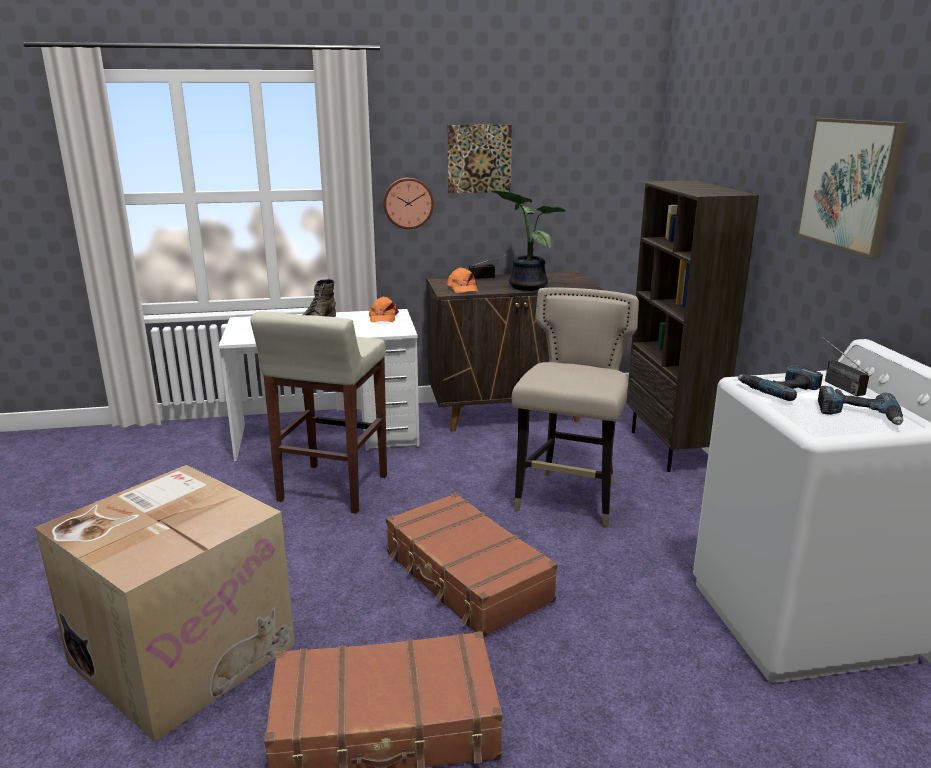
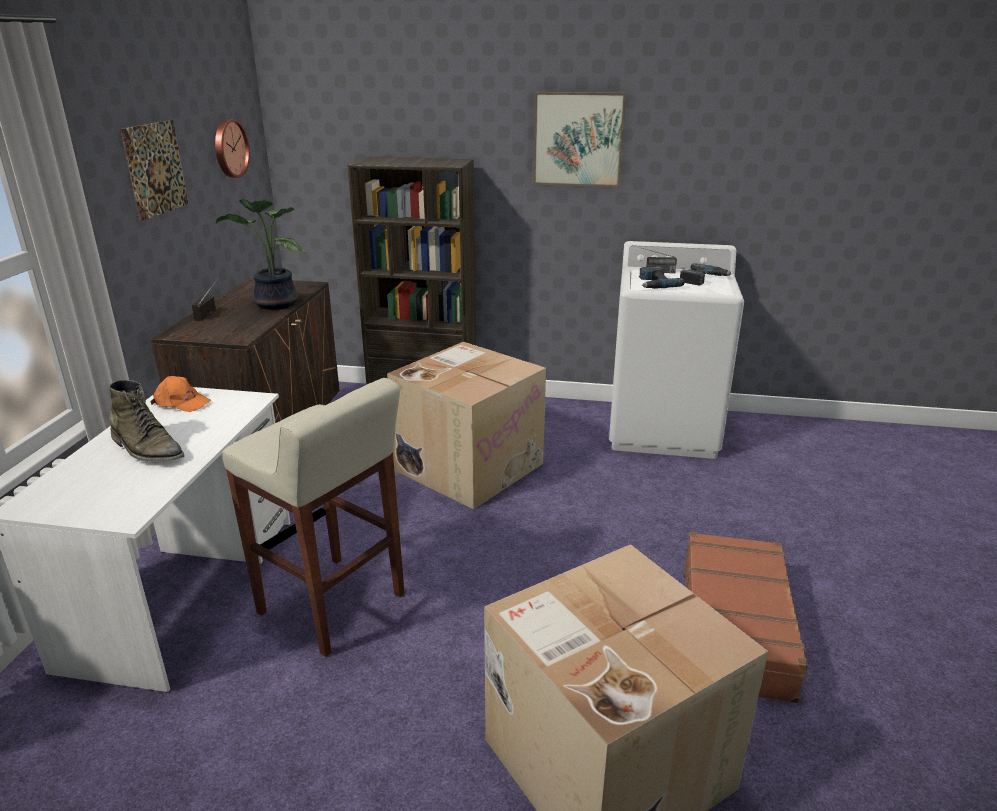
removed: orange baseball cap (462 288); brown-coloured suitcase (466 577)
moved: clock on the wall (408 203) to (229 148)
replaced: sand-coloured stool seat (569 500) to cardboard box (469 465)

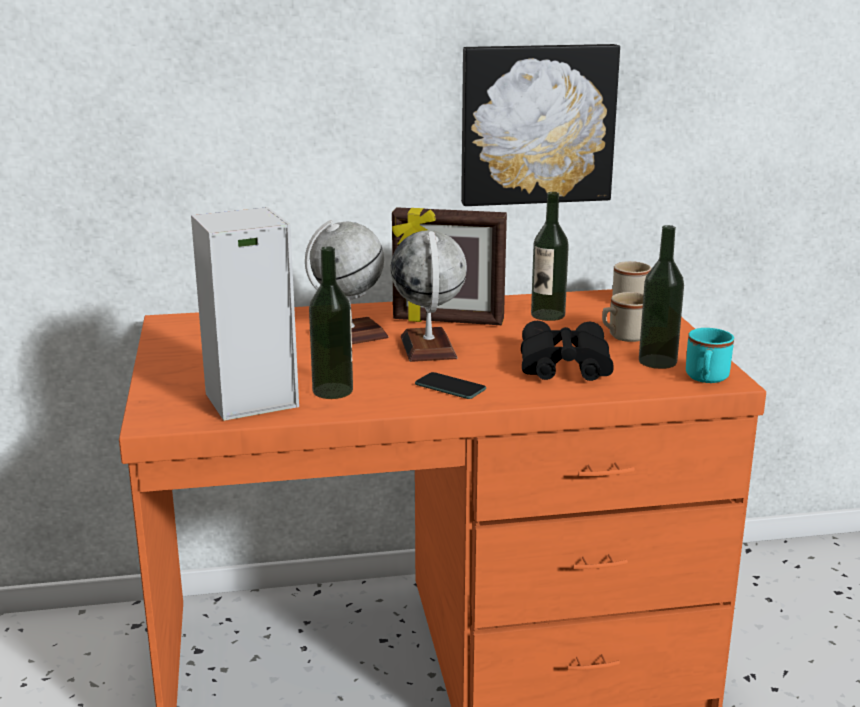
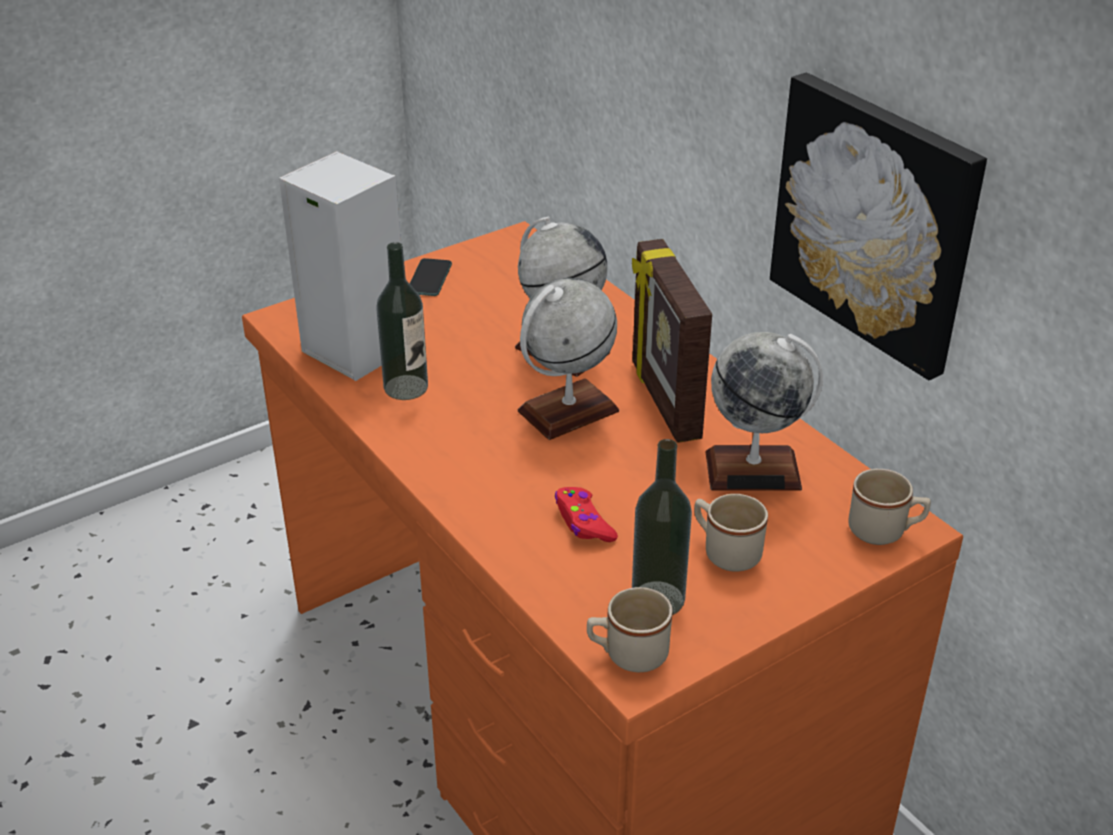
moved: telephone (450 387) to (429 278)
replaced: drink bottle (548 315) to desk globe (753 470); blackish pair of binoculars (562 366) to reddish joypad (583 522)
recoloured: turquoise-coloured tea mug (706 379) to sand-coloured tea mug (627 654)

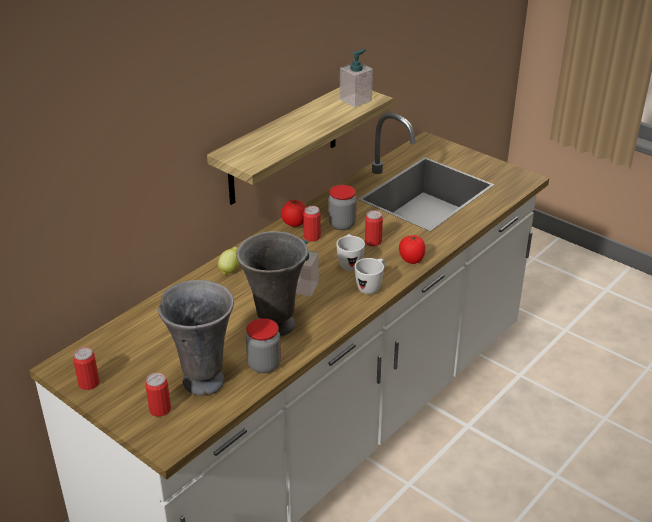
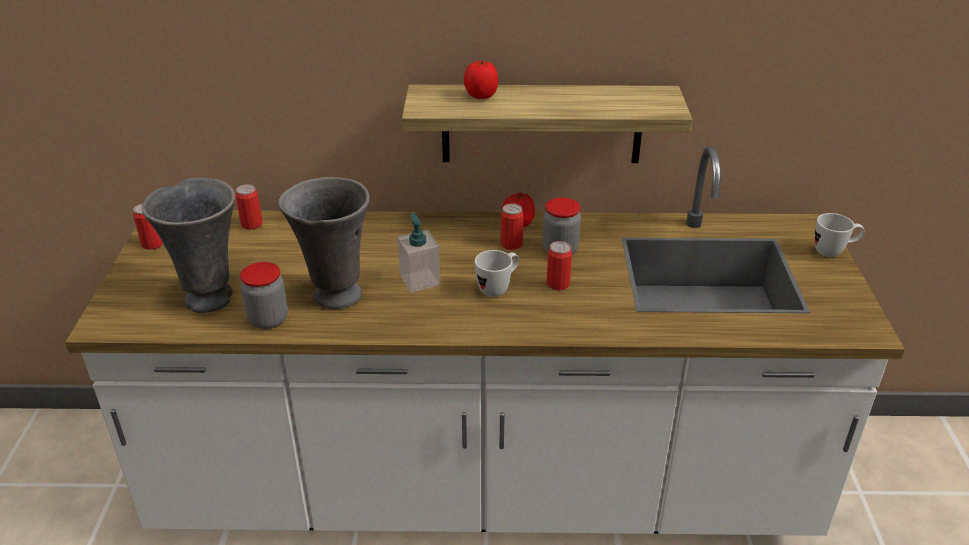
removed: soap bottle (355 100); citrus fruit (230 270)
moved: fresh tomato (411 260) to (481 96); white tea mug (371 287) to (834 252); sealed can (160 409) to (252 224)

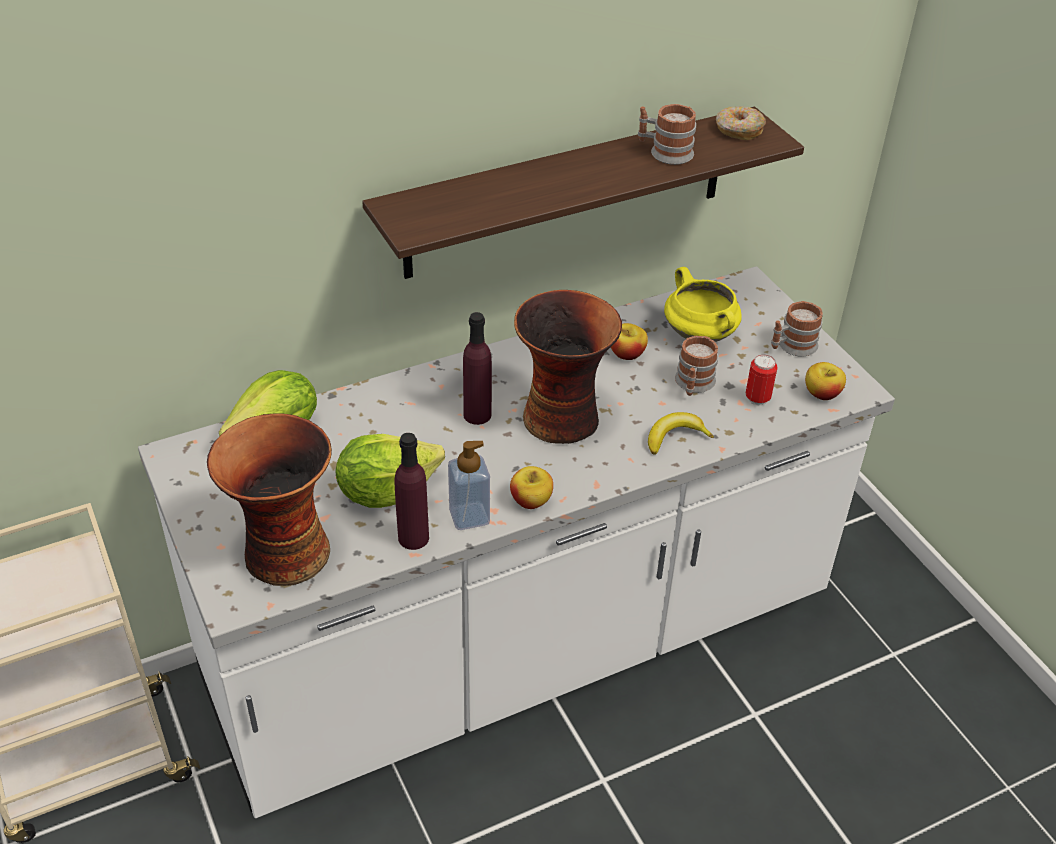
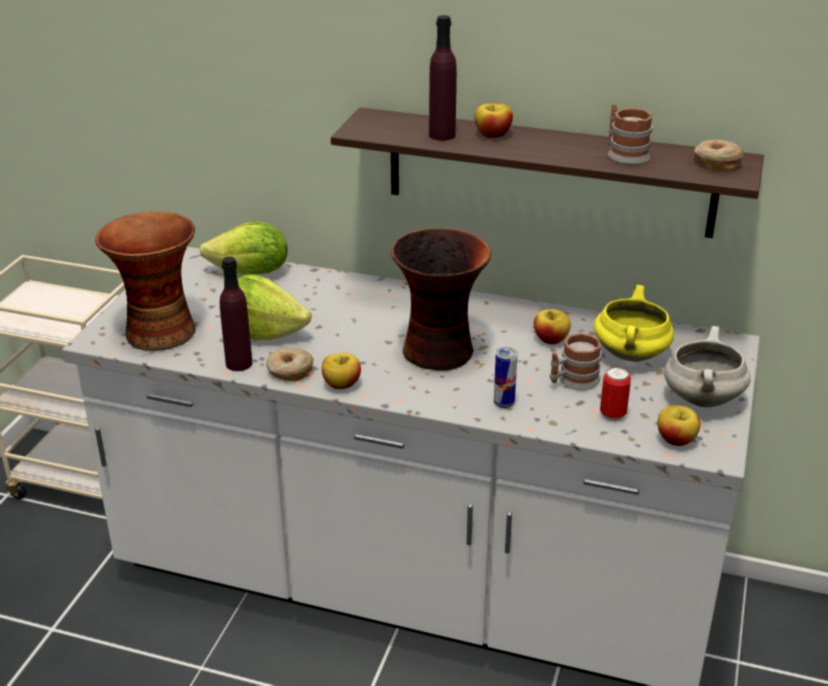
added: whole apple (493 134)
moved: purplish drink bottle (477 415) to (442 135)
replaced: tea mug (792 346) to white cooking pot (701 398); whole banana (675 437) to sealed can (504 404); soap bottle (469 516) to ring doughnut (289 371)

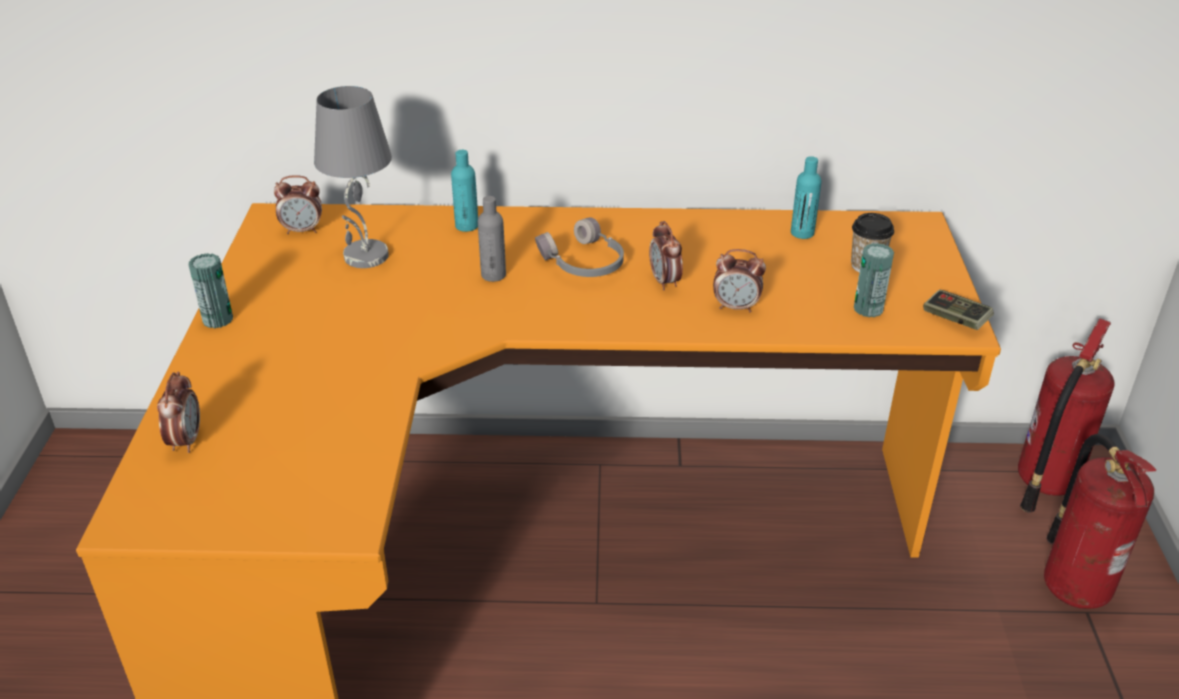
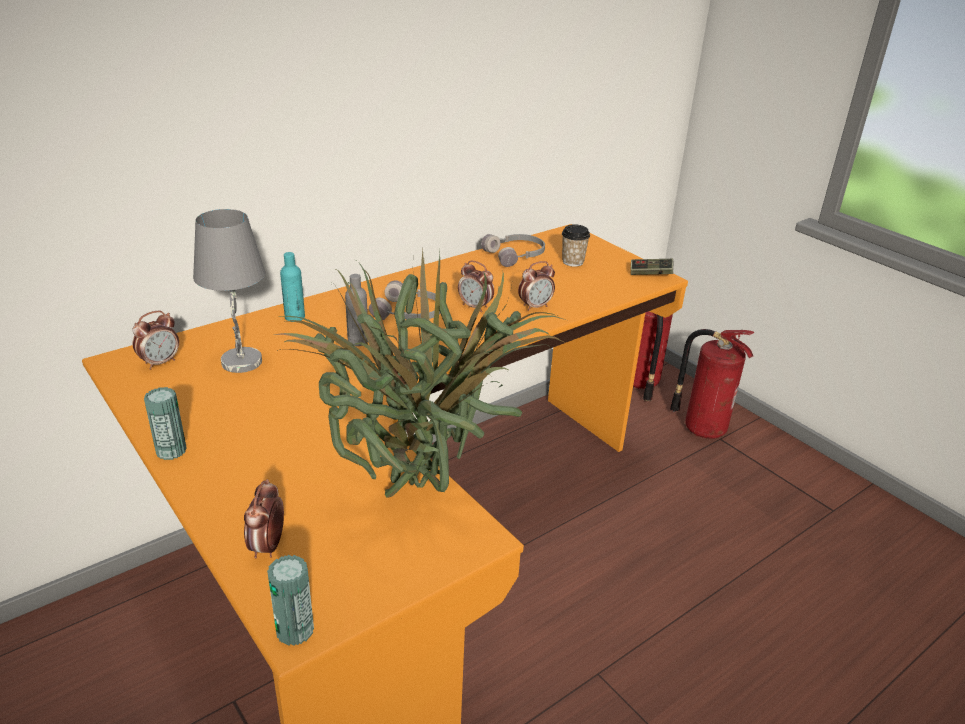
added: potted plant (423 491)
moved: sealed can (868 309) to (295 630)
replaced: turquoise-coloured drink bottle (802 233) to grey headphones (516 255)
turned: bedside clock (186 441) = (268 547) 135 degrees counterclockwise

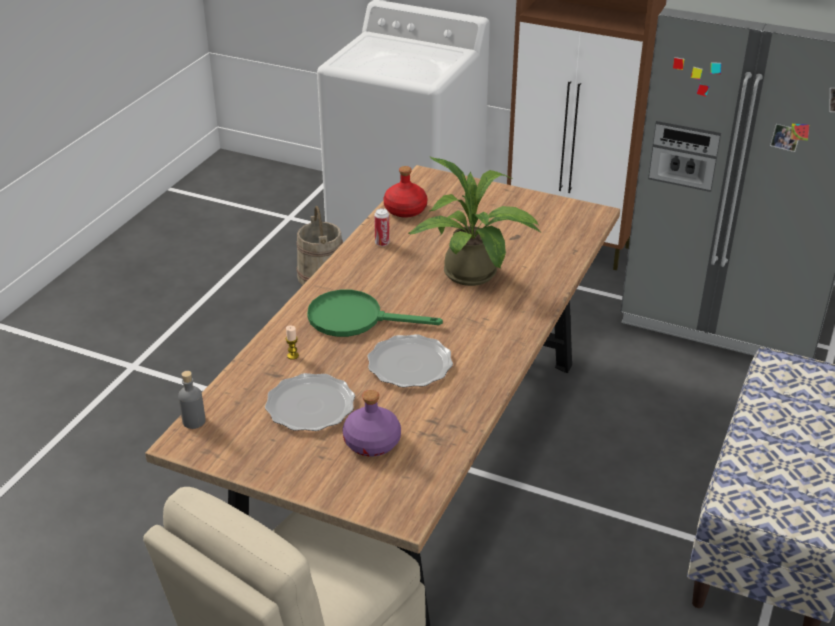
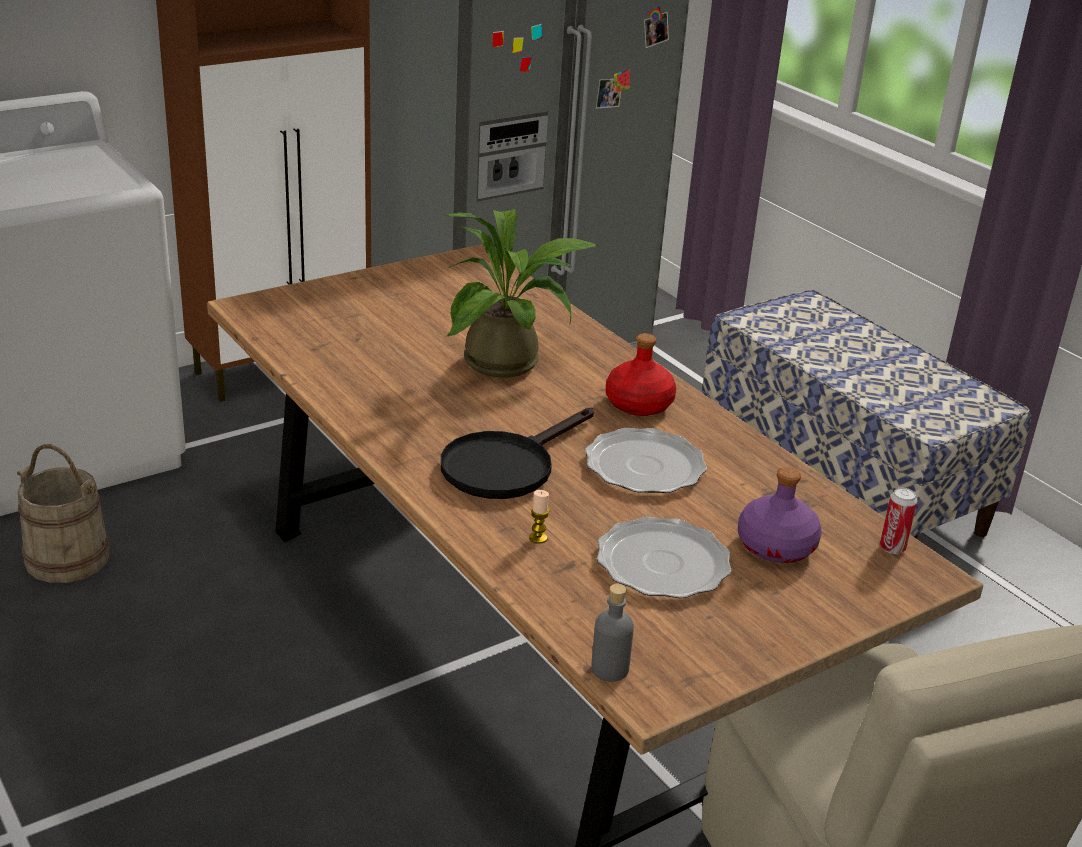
moved: reddish drink bottle (404 210) to (638 404); sealed can (382 243) to (892 548)
recoloured: greenish pan (356 318) to blackish pan (507 465)

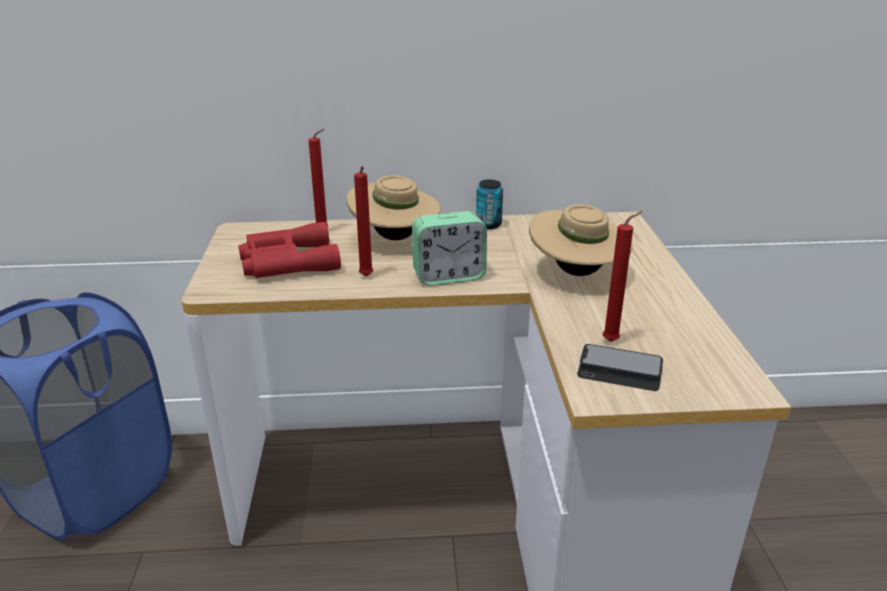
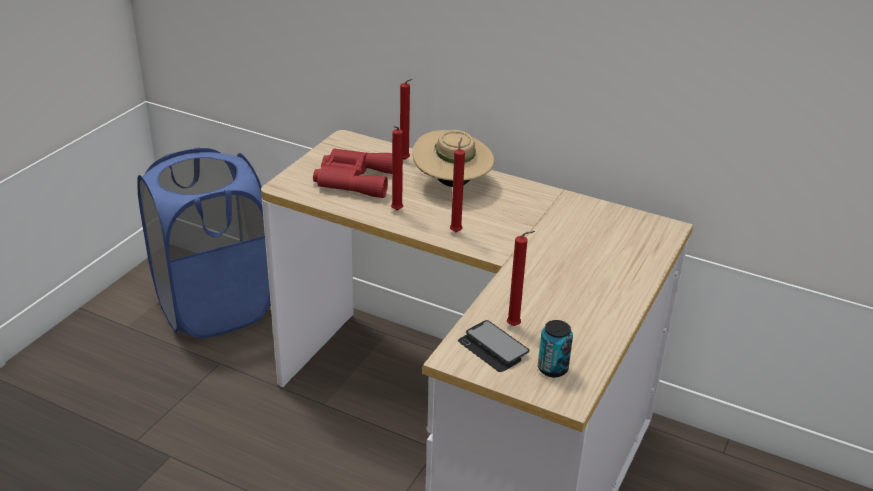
removed: sand-coloured wearable hat (576 273)
moved: sealed can (488 225) to (552 368)
replaced: bedside clock (449 276) to reddish wax light (456 231)

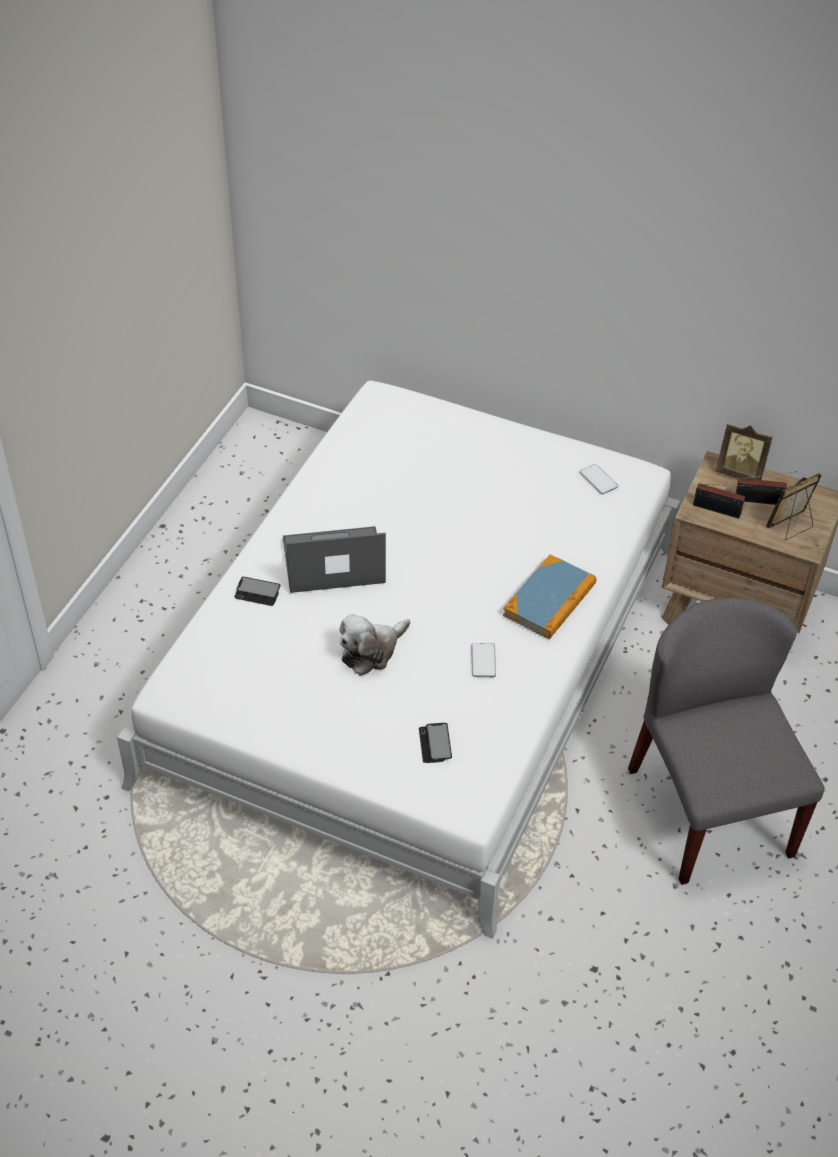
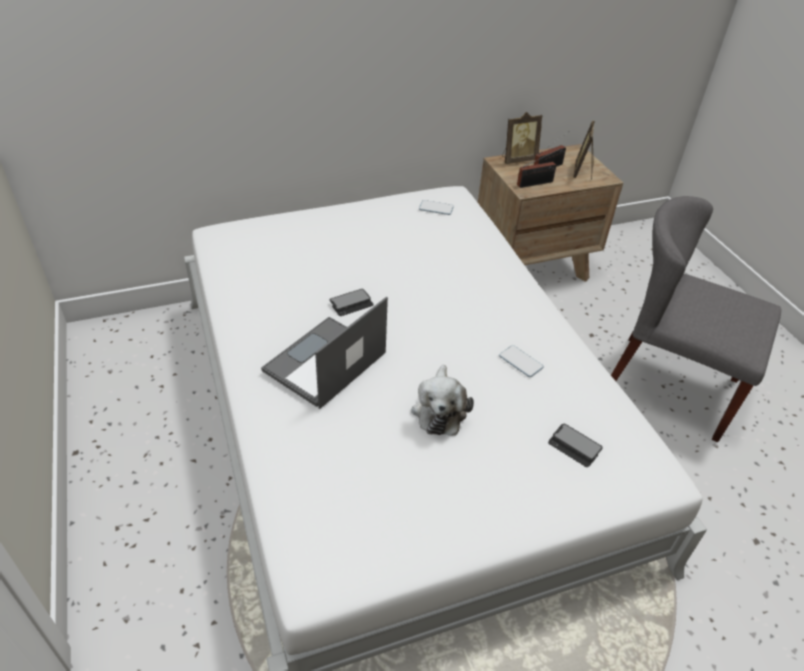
removed: book (549 600)
moved: telephone (257 592) to (351 303)

